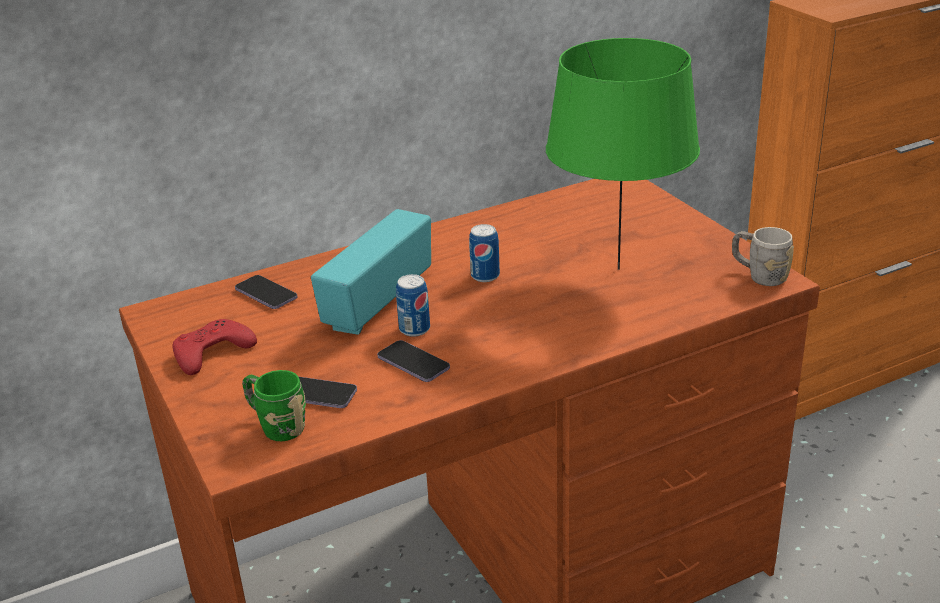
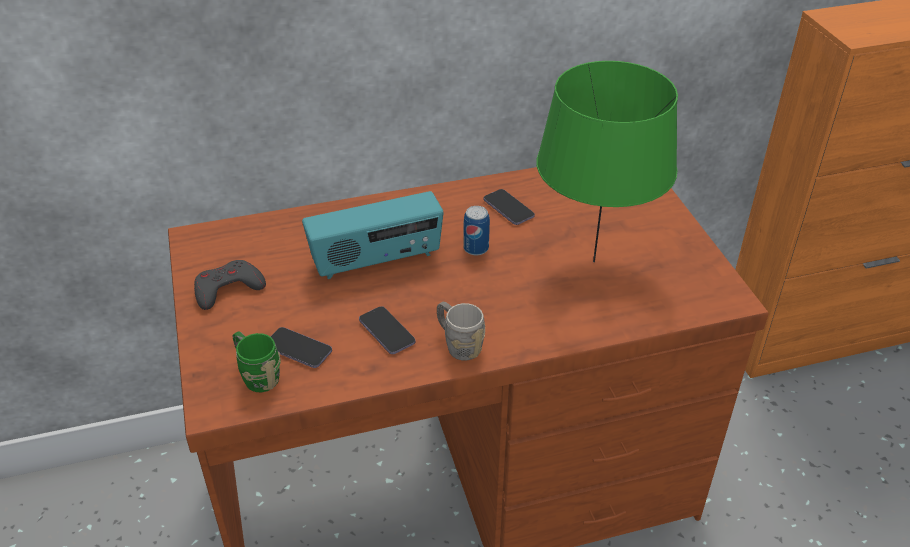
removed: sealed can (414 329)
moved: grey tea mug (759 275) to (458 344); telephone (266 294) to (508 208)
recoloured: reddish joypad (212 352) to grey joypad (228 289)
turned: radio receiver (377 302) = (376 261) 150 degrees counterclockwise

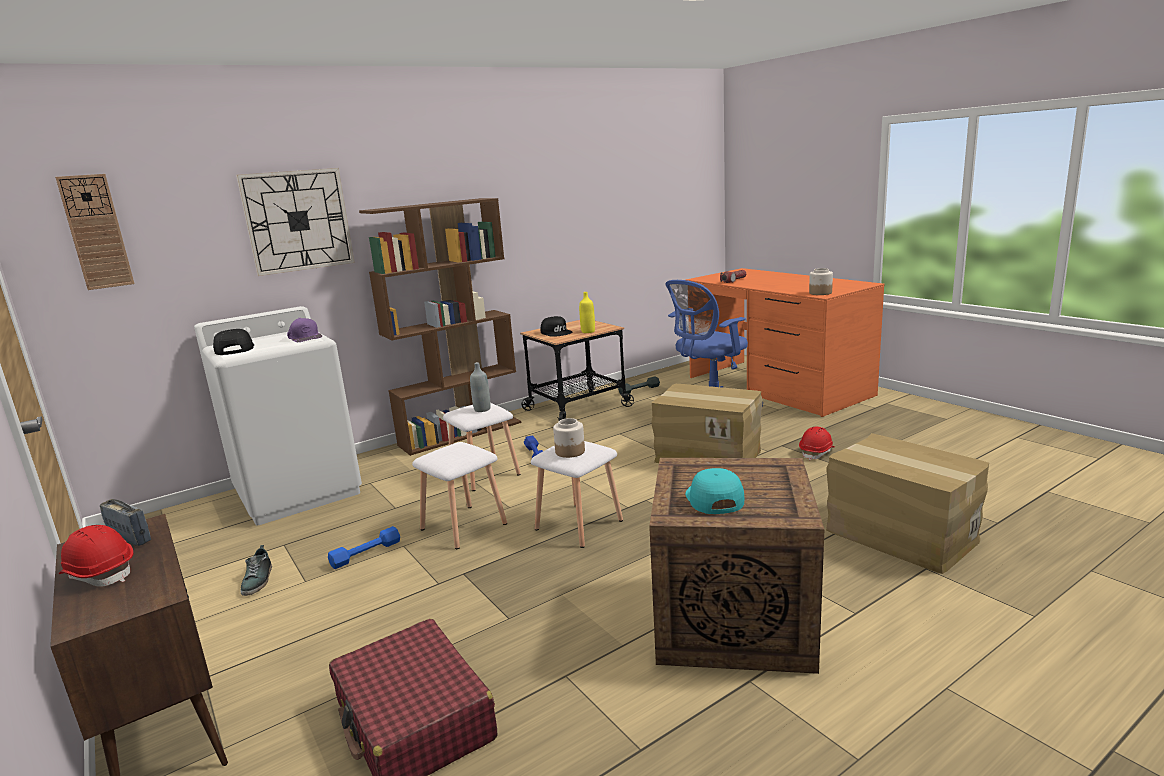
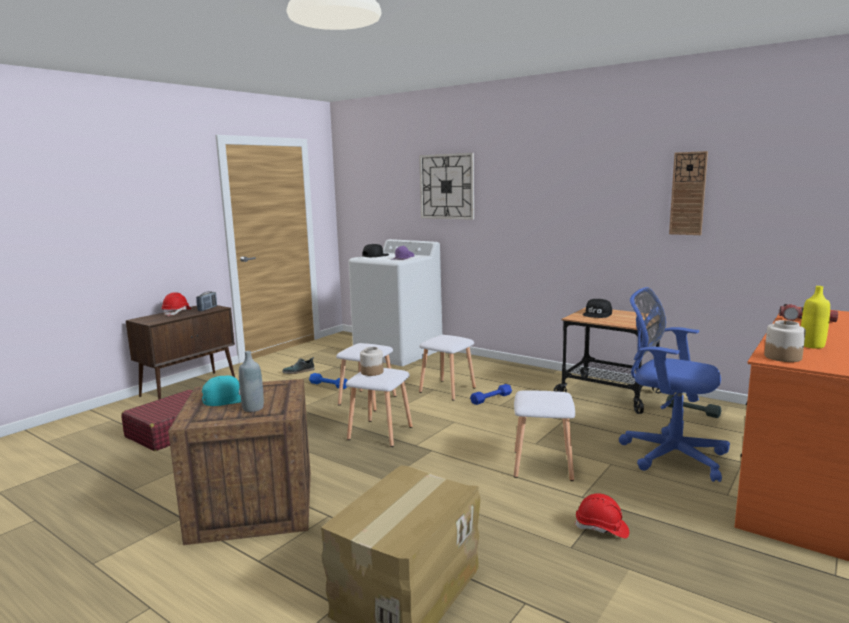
removed: brown-coloured shelving unit (461 433)
moved: clock on the wall (96 232) to (688 193); yellow drink bottle (588 331) to (812 345); grey drink bottle (482 409) to (253 408)
replaced: cardboard box (708 455) to white stool seat (543 466)

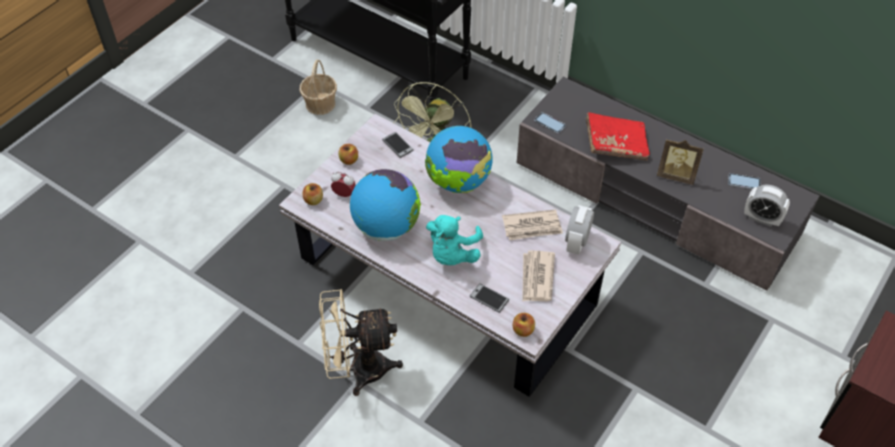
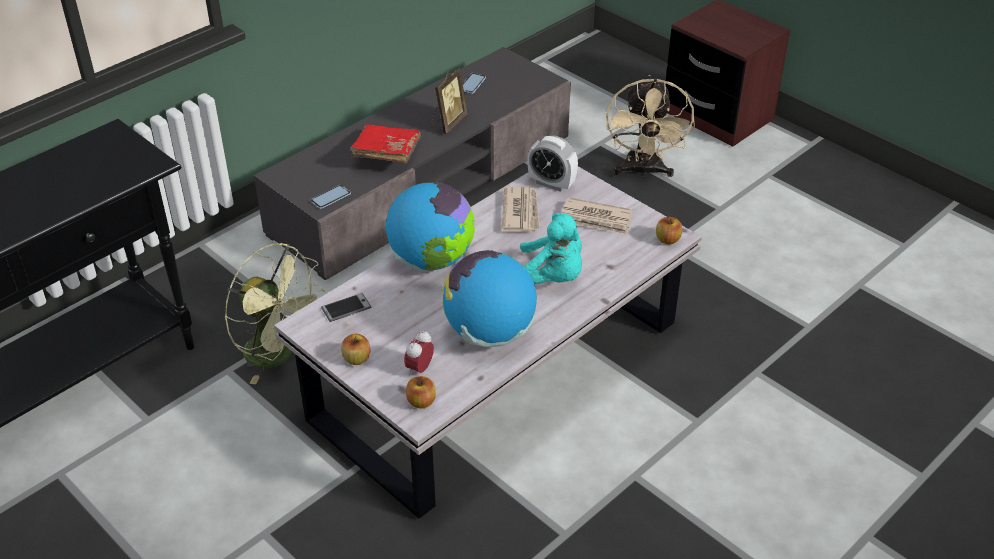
removed: basket (320 104); bedside clock (761 218); telephone (489 298)
moved: sand-coloured fan (358 369) to (643 171)

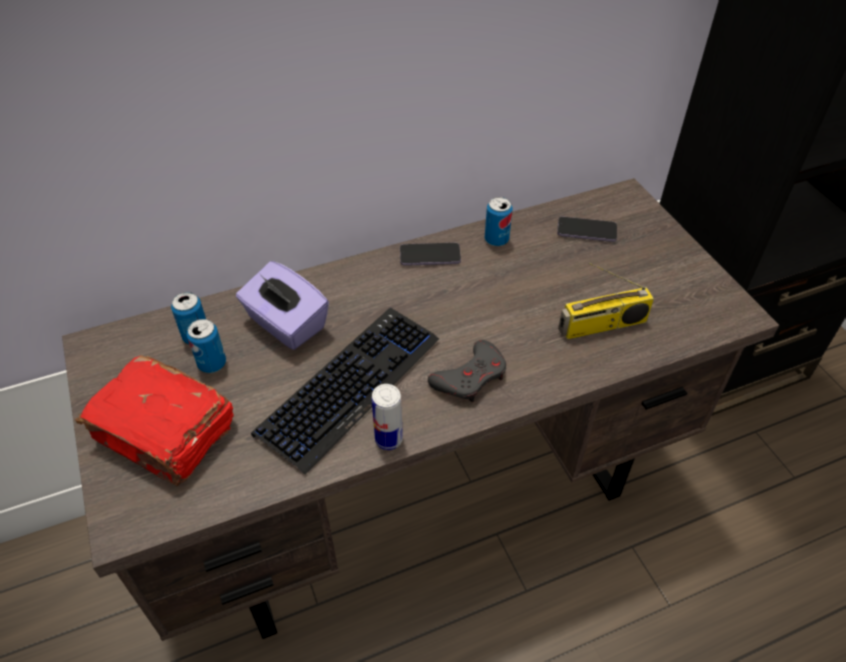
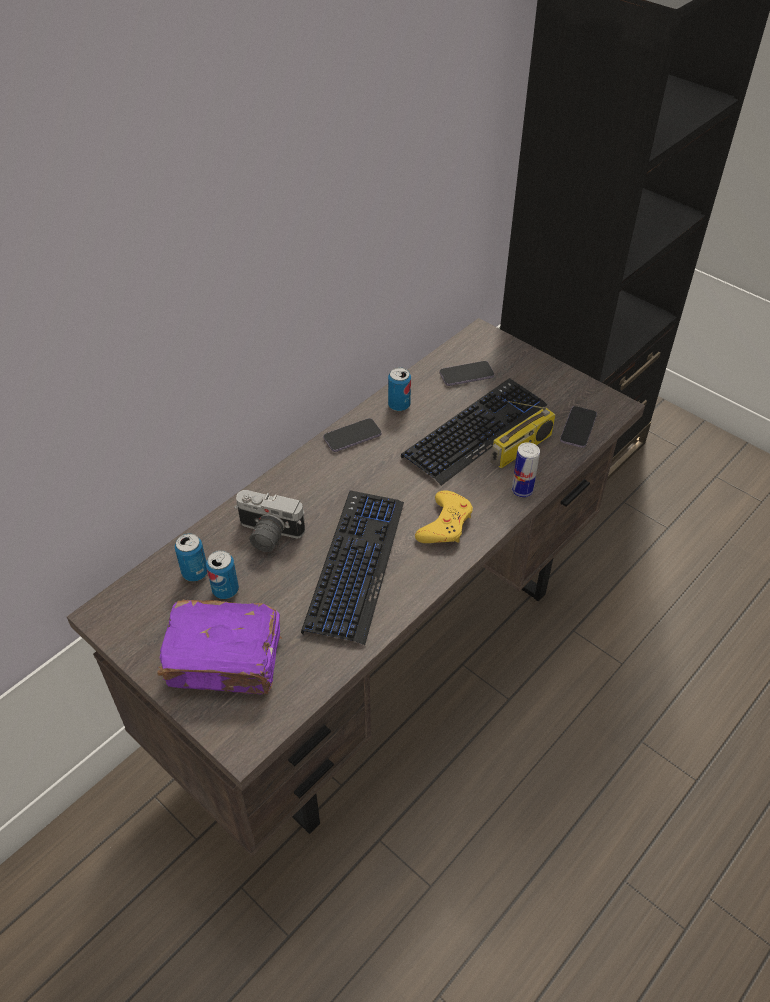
added: PC keyboard (475 431); telephone (578 428)
moved: sealed can (388 439) to (522 490)
replaced: purplish tissue holder (286 324) to photo camera (267 535)
recoloured: grey joypad (470 377) to yellow joypad (445 524); reddish book (165 433) to purplish book (226 660)

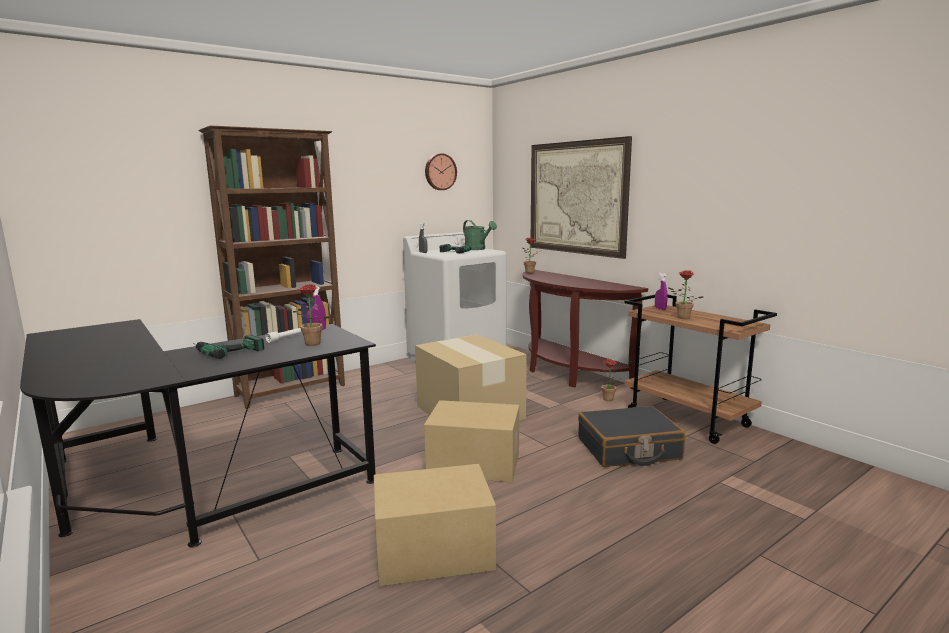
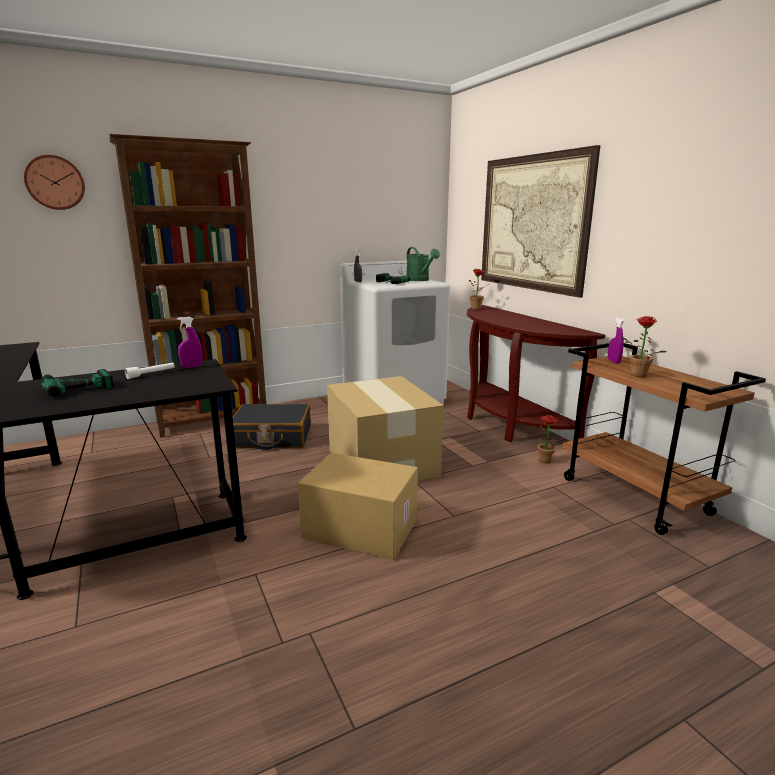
removed: potted plant (310 344); cardboard box (432 553)
moved: clock on the wall (440 172) to (55 182); blackish suitcase (628 449) to (272 437)

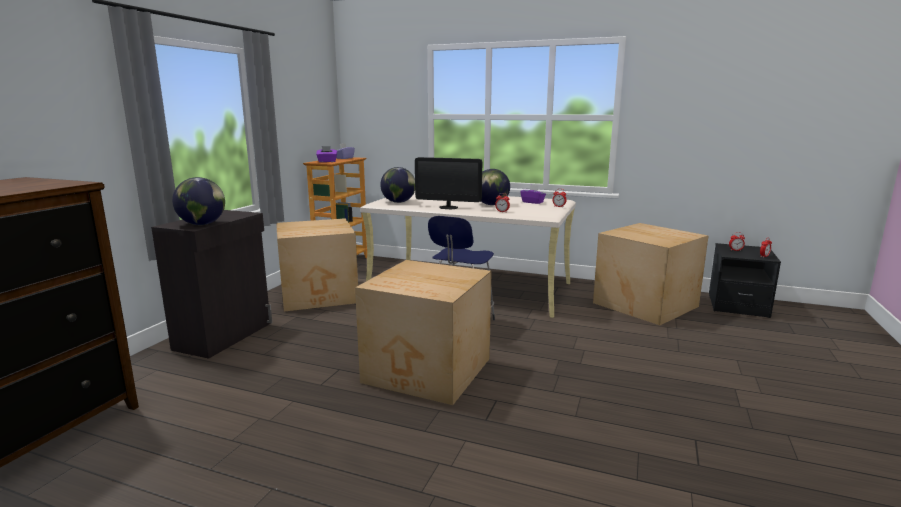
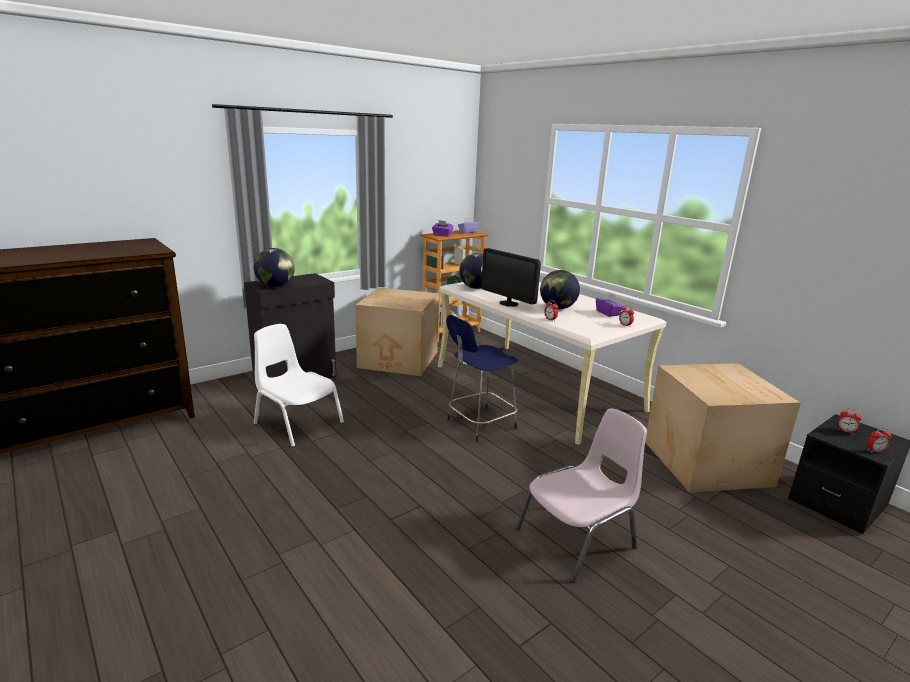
removed: cardboard box (428 371)
added: white chair (297 423); pink-coloured chair (578 539)

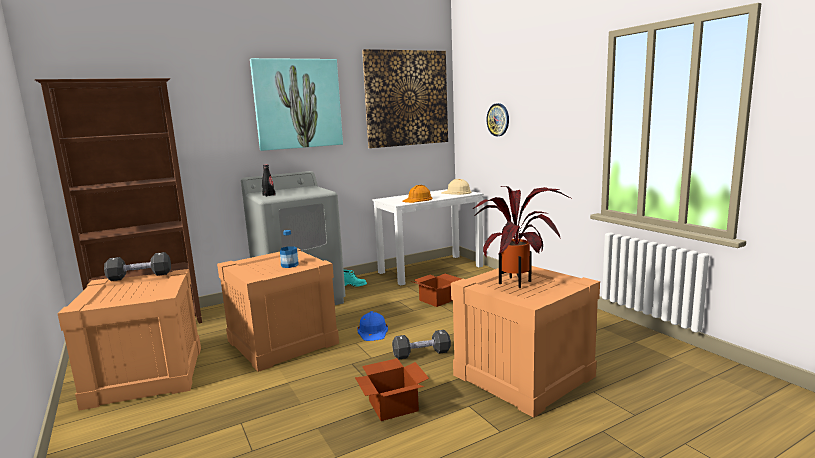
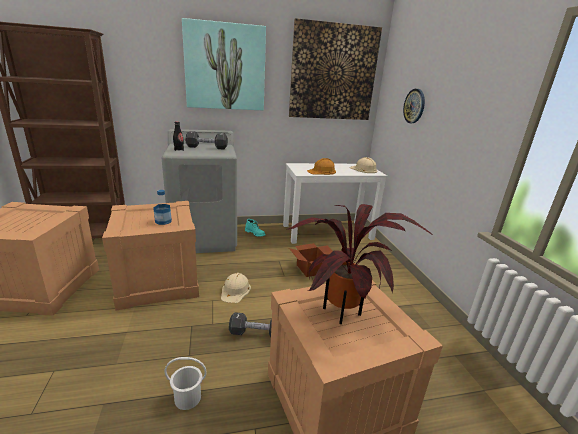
moved: blackish dumbbell (140 276) to (207 147)
replaced: cardboard box (393 405) to white water bucket (187 397)
recoloured: blue hard hat (373 331) to sand-coloured hard hat (235 291)

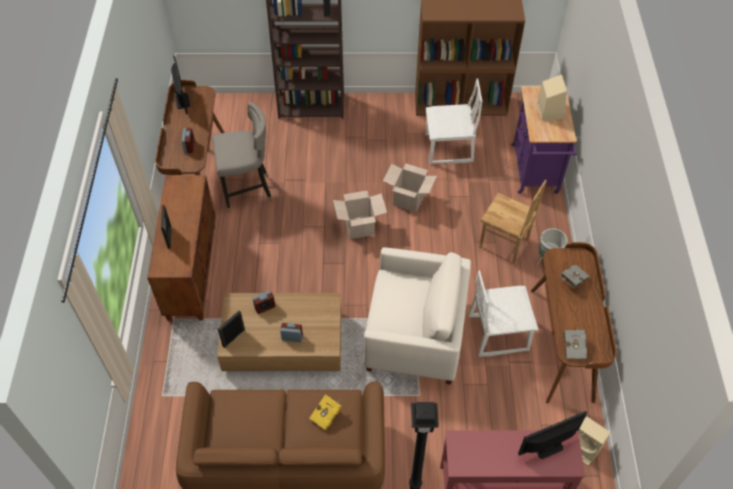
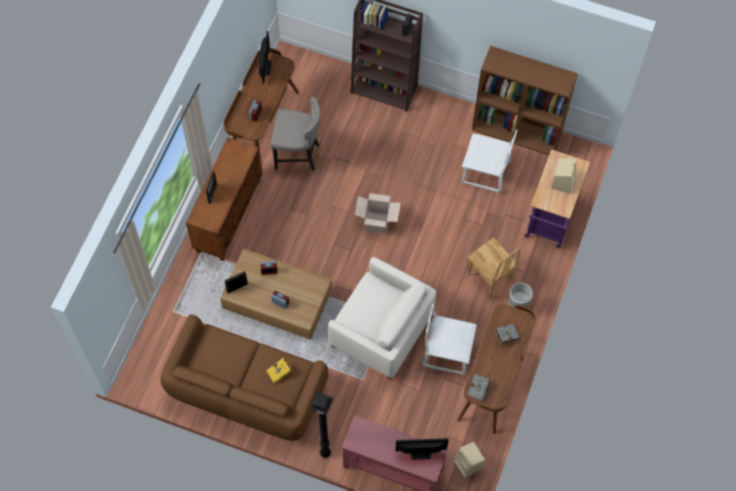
removed: cardboard box (408 200)

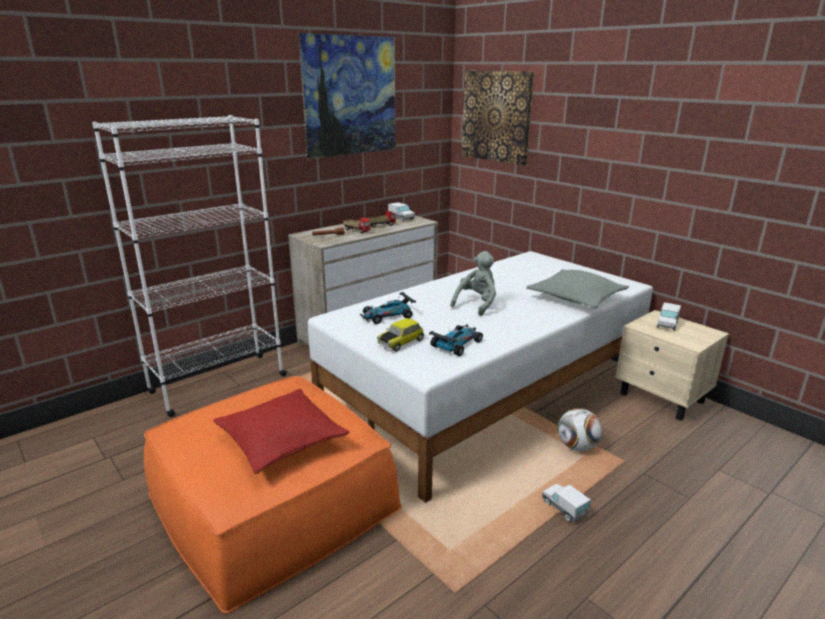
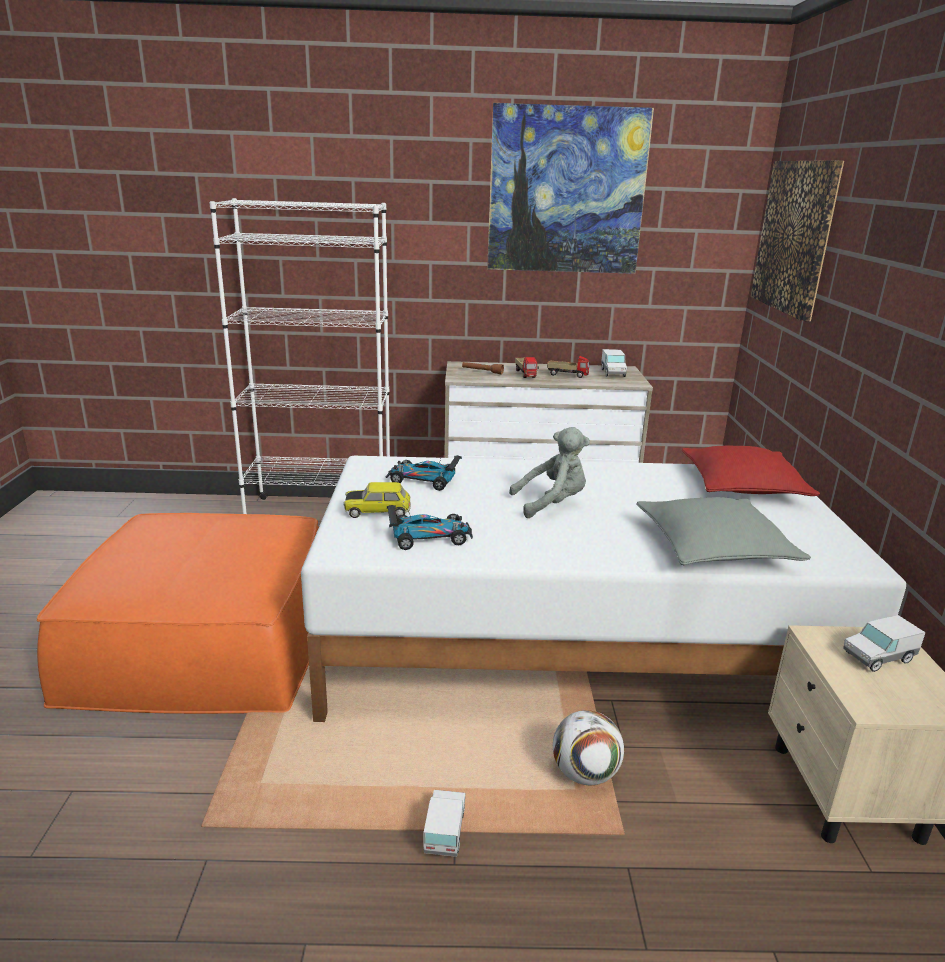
moved: reddish pillow (281 439) to (743 486)

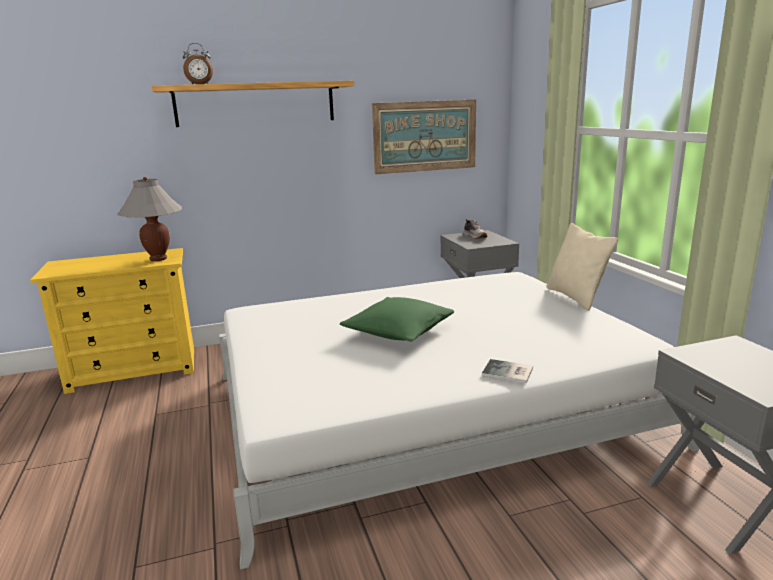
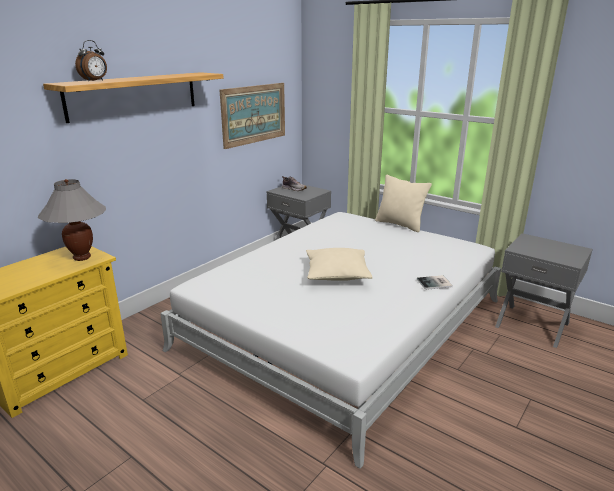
recoloured: greenish pillow (398 332) to sand-coloured pillow (337 274)

